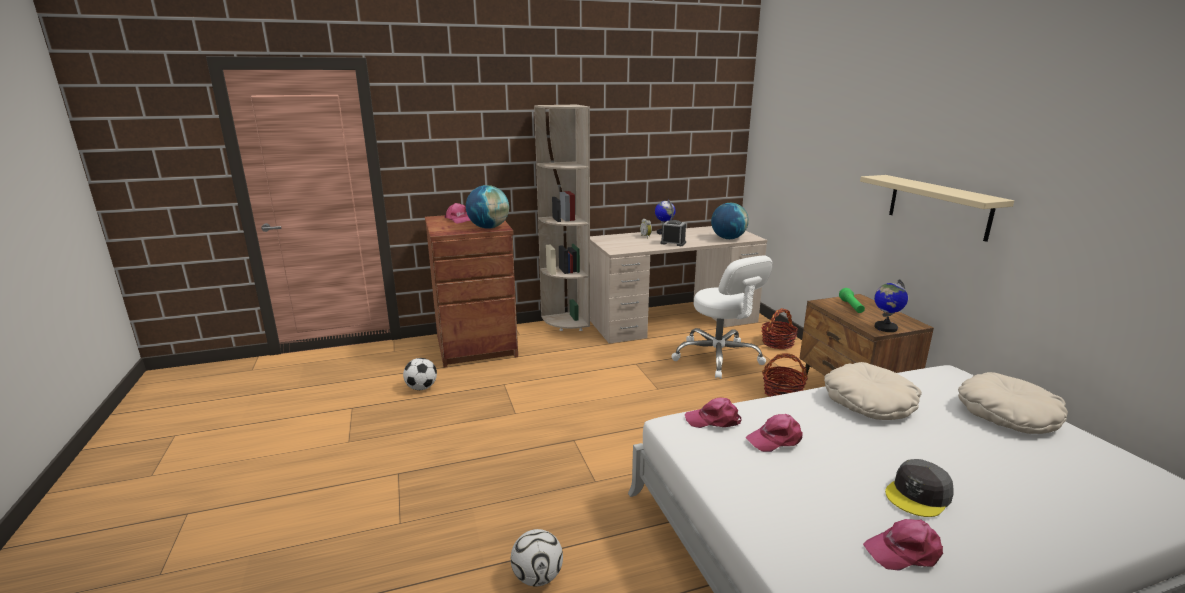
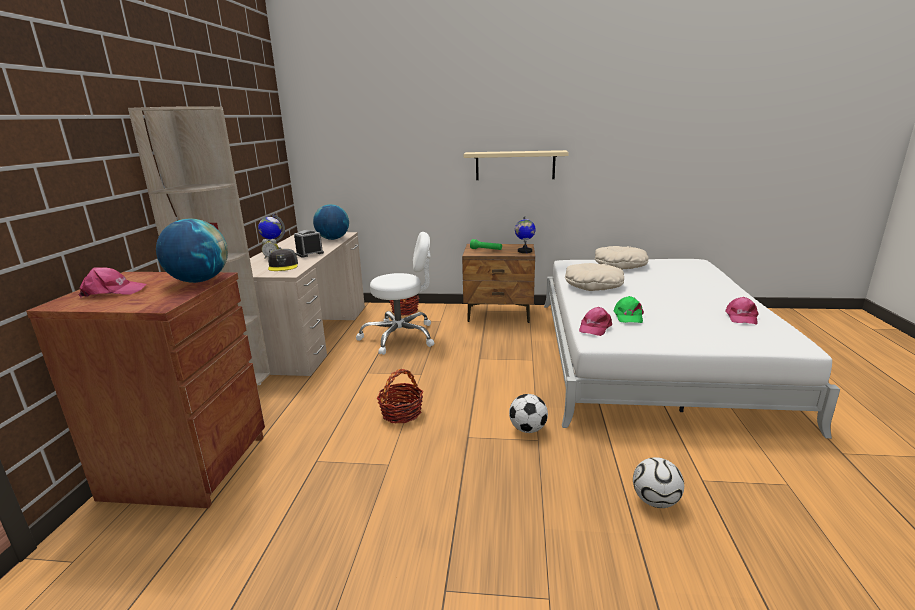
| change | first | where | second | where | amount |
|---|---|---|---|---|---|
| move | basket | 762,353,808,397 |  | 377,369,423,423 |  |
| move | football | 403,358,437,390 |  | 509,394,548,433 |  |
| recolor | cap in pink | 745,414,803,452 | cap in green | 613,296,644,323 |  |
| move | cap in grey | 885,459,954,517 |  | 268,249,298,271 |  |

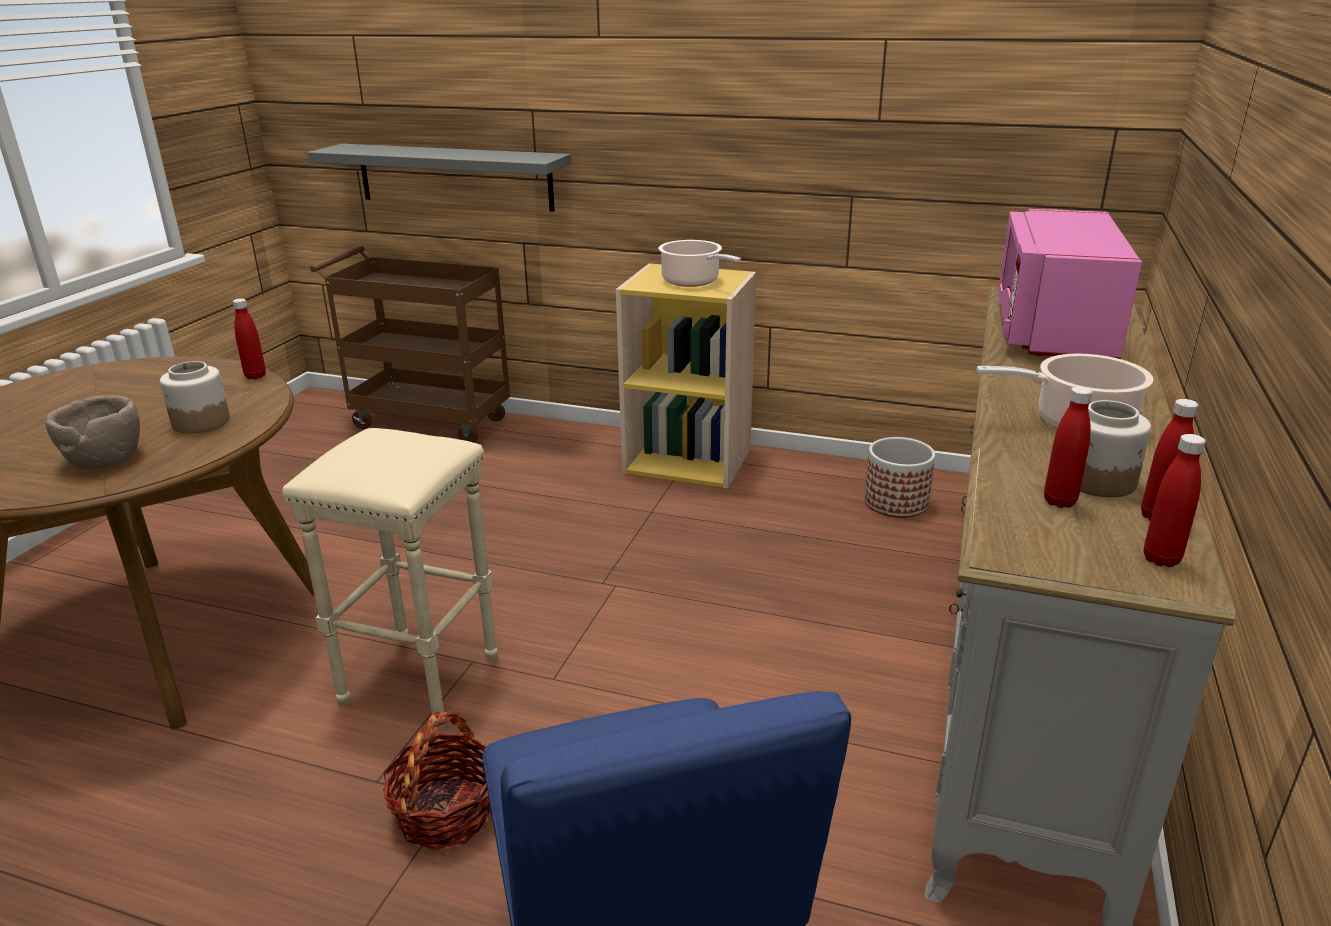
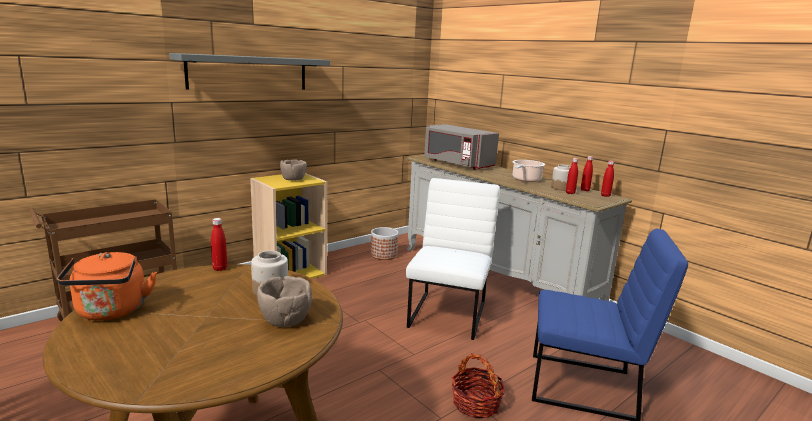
| change | first | where | second | where | amount |
|---|---|---|---|---|---|
| move | shelf in grey | 307,144,571,212 |  | 169,53,330,90 |  |
| recolor | microwave in pink | 998,209,1142,359 | microwave in grey | 424,124,499,170 |  |
| replace | cooking pot | 658,240,741,287 | bowl in brown | 280,159,307,181 |  |
| delete | stool in beige | 283,428,498,729 |  |  |  |
| insert |  |  | chair in white | 406,178,500,340 |  |
| insert |  |  | kettle in orange | 57,252,157,321 |  |

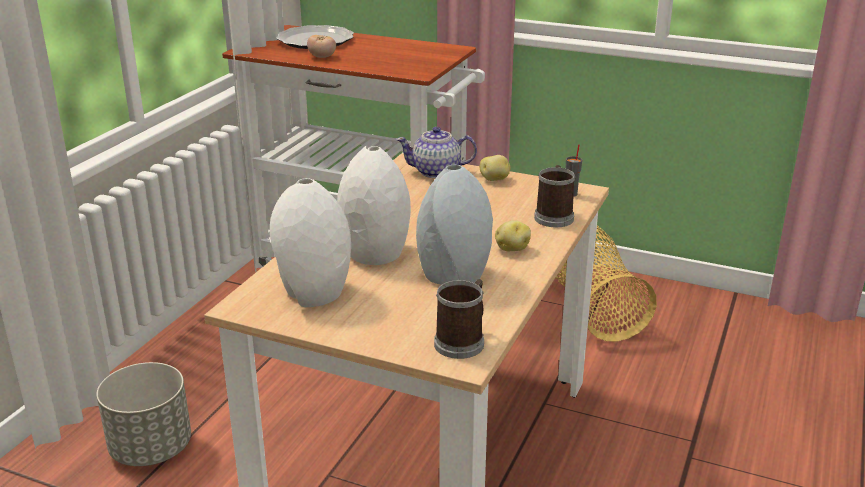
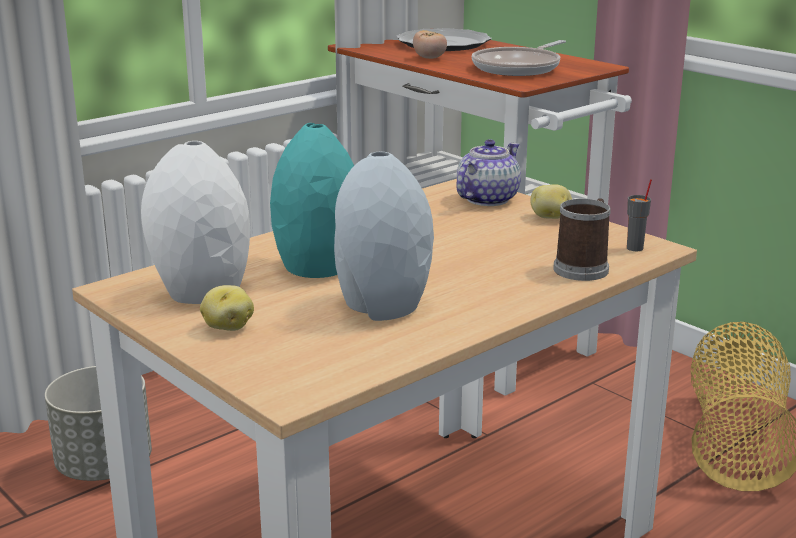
| change | first | where | second | where | amount |
|---|---|---|---|---|---|
| rotate | teapot | 396,127,477,178 |  | 456,139,521,206 | 105 degrees clockwise |
| recolor | vase in white | 337,146,411,265 | vase in turquoise | 270,123,354,278 |  |
| move | potato | 495,220,531,251 |  | 200,285,254,331 |  |
| delete | mug | 434,279,484,359 |  |  |  |
| insert |  |  | frying pan | 472,40,566,76 |  |

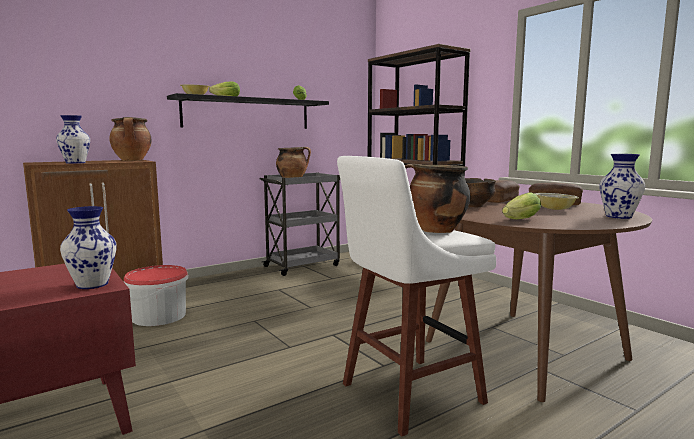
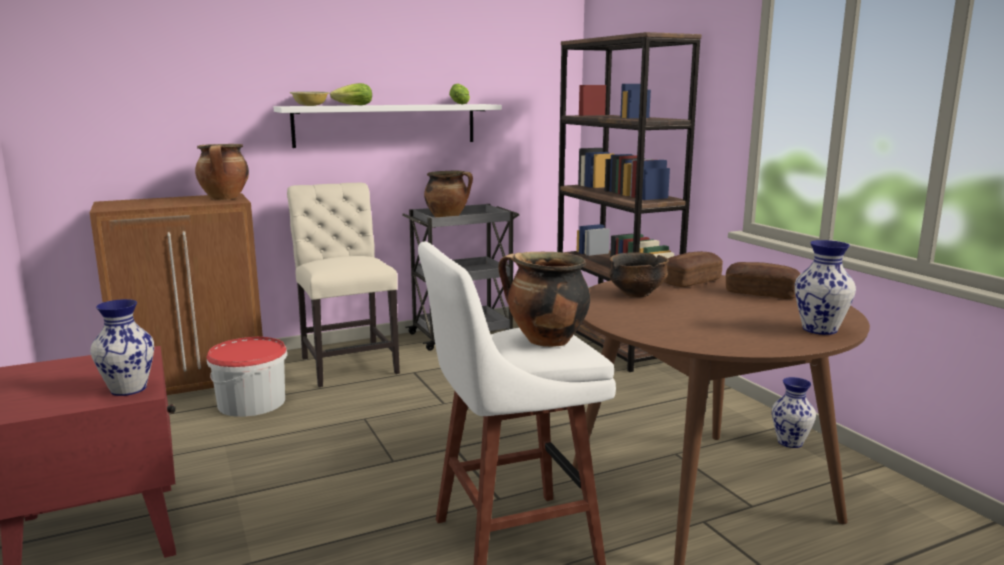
| change | first | where | second | where | amount |
|---|---|---|---|---|---|
| recolor | shelf in black | 167,93,329,129 | shelf in white | 274,104,502,148 |  |
| move | vase | 56,115,90,164 |  | 772,377,816,448 |  |
| delete | lettuce | 502,192,541,219 |  |  |  |
| delete | bowl | 534,193,579,210 |  |  |  |
| insert |  |  | chair in beige | 287,183,400,387 |  |

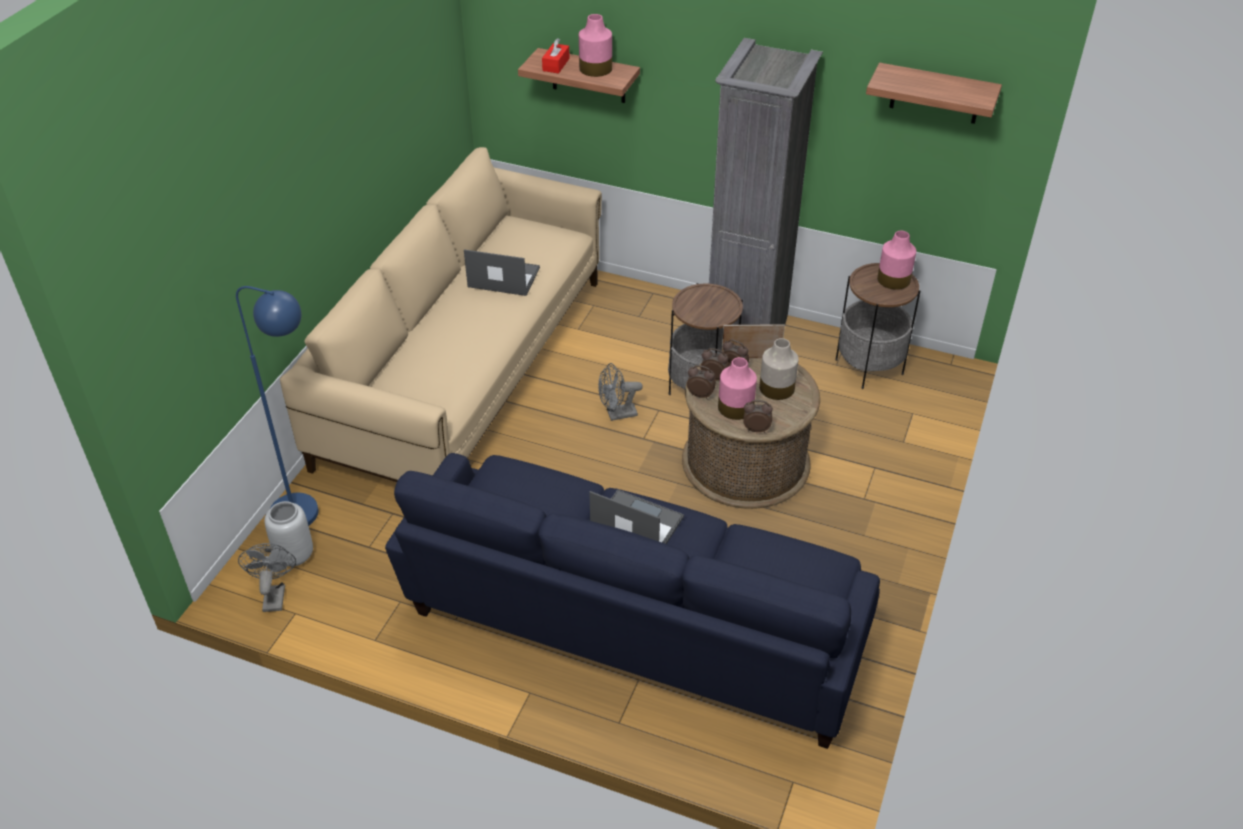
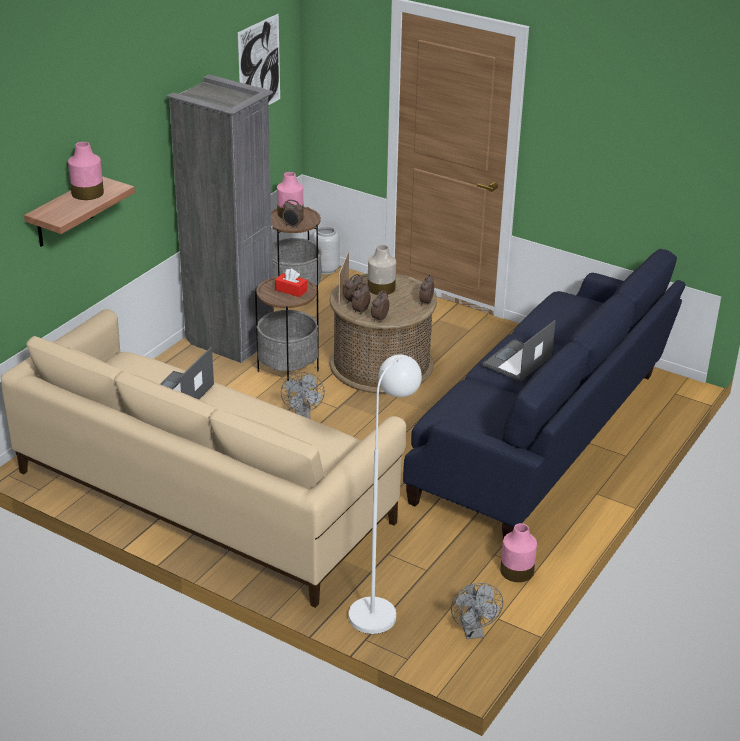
| change | first | where | second | where | amount |
|---|---|---|---|---|---|
| move | tissue box in red | 542,38,570,73 |  | 275,269,307,297 |  |
| replace | shelf | 866,63,1002,124 | picture | 238,13,280,105 |  |
| recolor | floor lamp in blue | 236,286,318,526 | floor lamp in white | 348,355,422,634 |  |
| move | vase in pink | 718,357,757,420 |  | 500,523,537,582 |  |
| move | vase in grey | 264,501,313,566 |  | 313,226,340,274 |  |
| rotate | fan in grey | 238,543,296,612 |  | 451,583,503,639 | 105 degrees counterclockwise |
| insert |  |  | alarm clock | 282,199,304,227 |  |

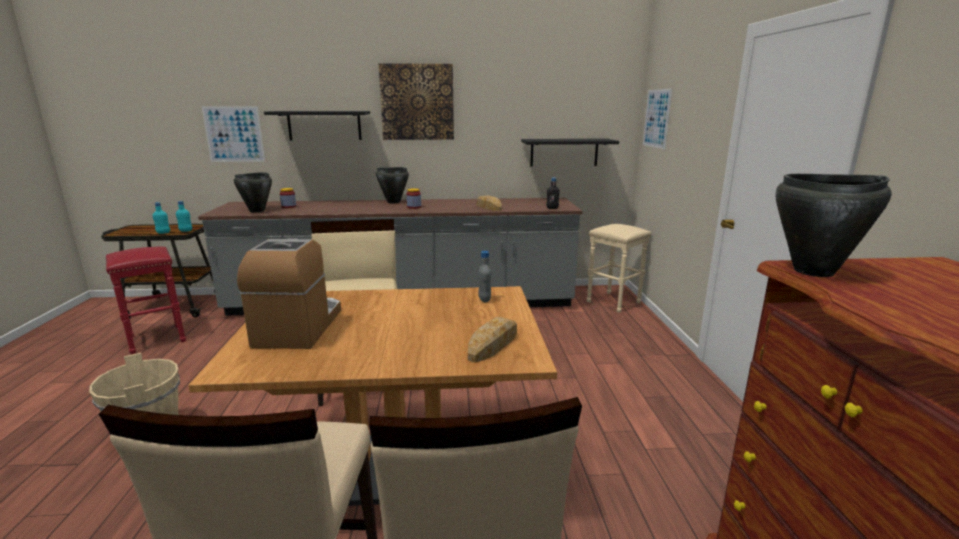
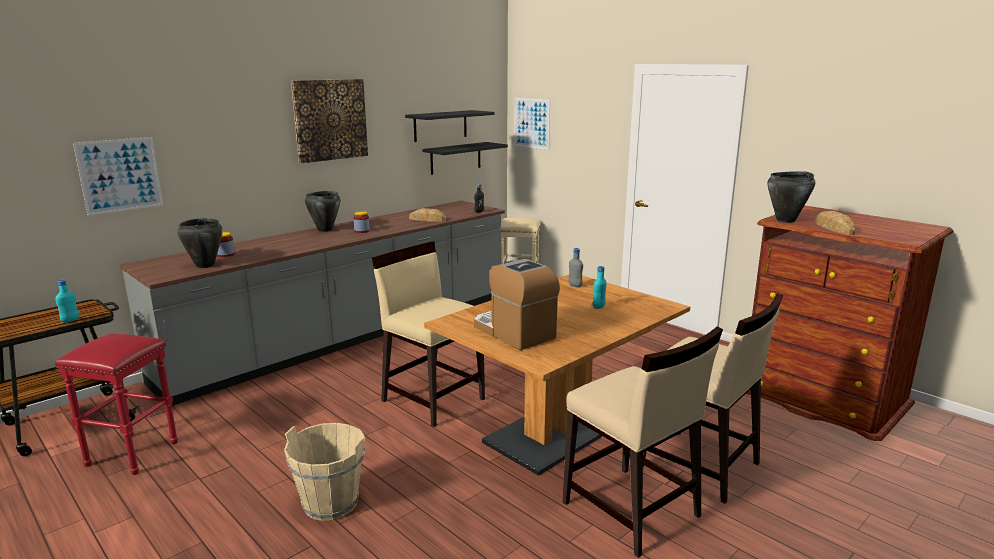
| change | first | where | second | where | amount |
|---|---|---|---|---|---|
| move | shelf in black | 264,111,370,140 |  | 405,110,494,142 |  |
| move | bottle in turquoise | 176,201,192,232 |  | 593,266,607,309 |  |
| move | bread | 468,317,517,363 |  | 816,211,855,235 |  |

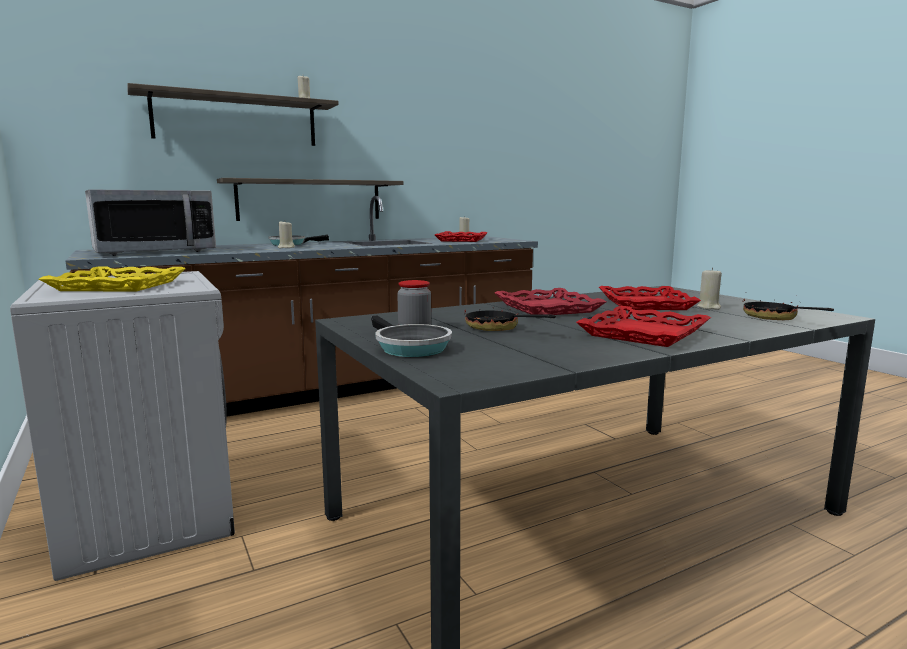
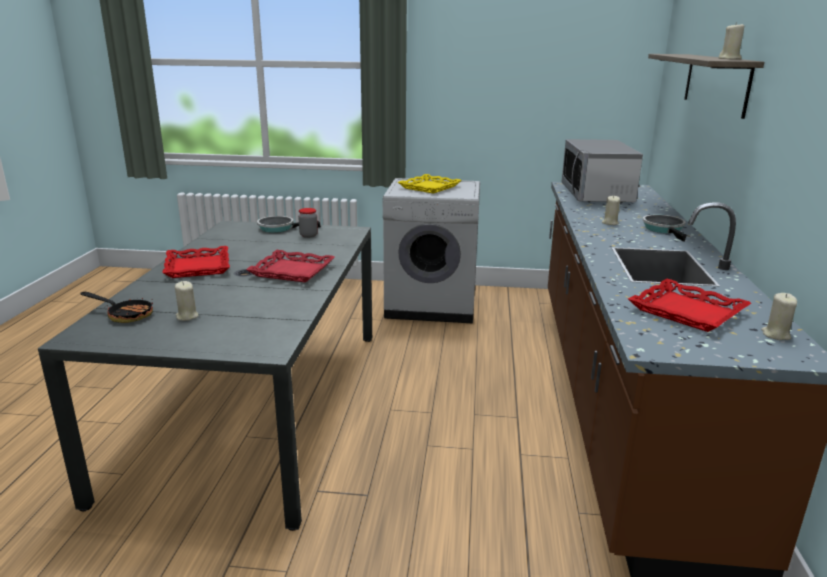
| change | first | where | second | where | amount |
|---|---|---|---|---|---|
| delete | shelf | 217,178,404,221 |  |  |  |
| delete | tray in red | 599,286,701,310 |  |  |  |
| delete | frying pan | 464,307,556,331 |  |  |  |

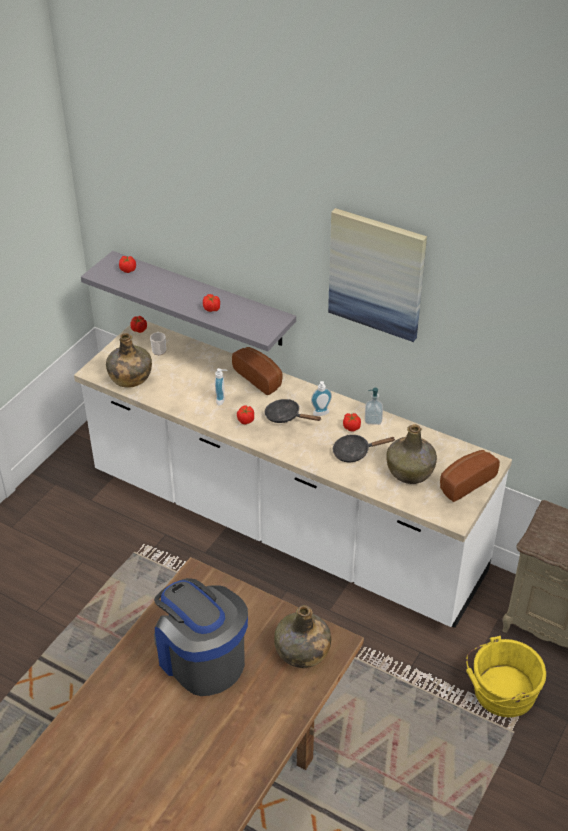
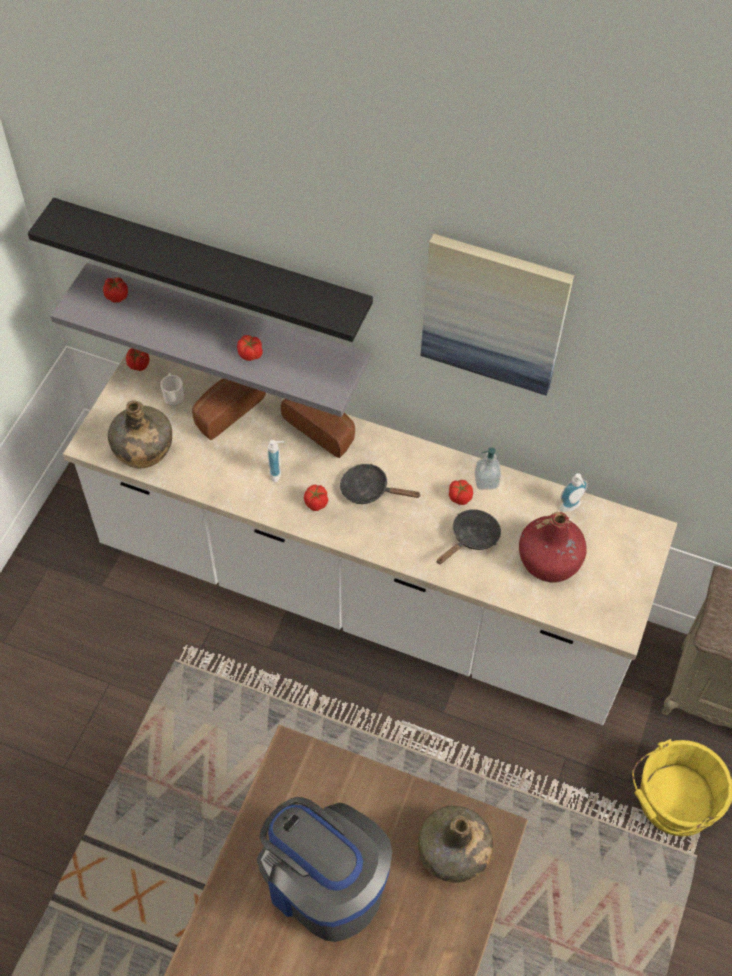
| change | first | where | second | where | amount |
|---|---|---|---|---|---|
| move | soap dispenser | 311,381,332,416 |  | 560,473,588,512 |  |
| recolor | bottle in green | 386,424,437,484 | bottle in red | 519,511,587,582 |  |
| rotate | frying pan in black | 333,435,395,462 |  | 437,509,501,565 | 150 degrees clockwise |
| move | bread | 440,450,500,502 |  | 192,378,266,440 |  |
| insert |  |  | shelf in black | 28,198,373,342 |  |

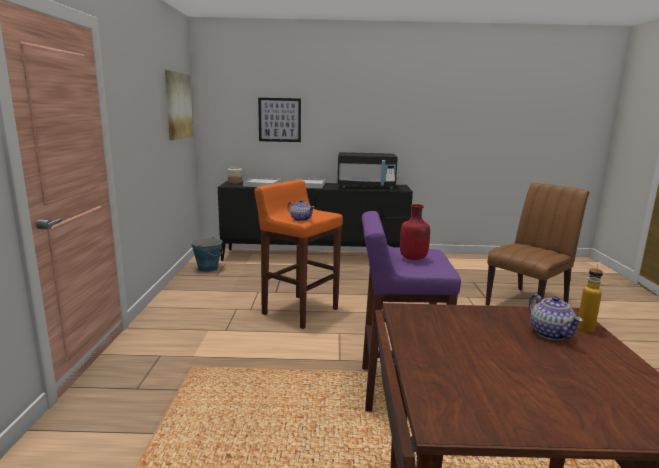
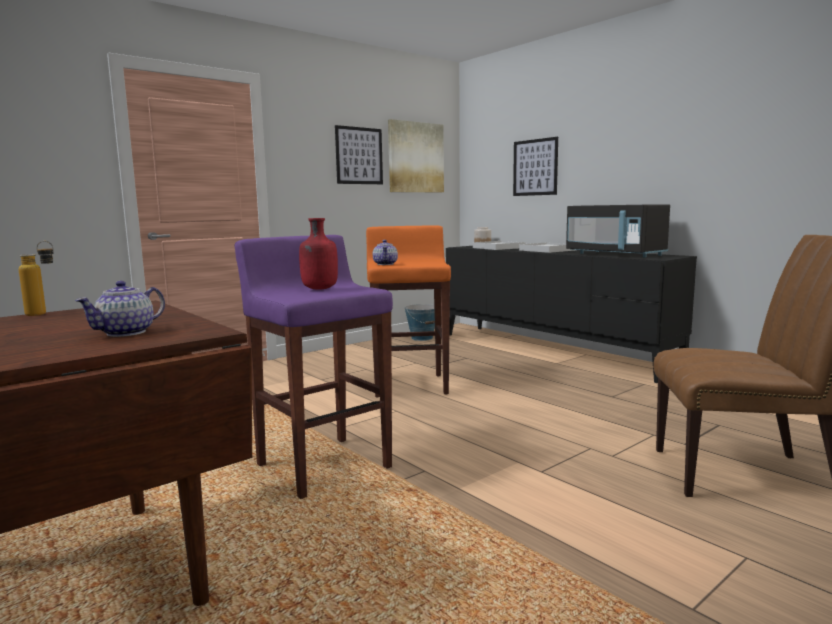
| change | first | where | second | where | amount |
|---|---|---|---|---|---|
| move | bottle | 577,263,603,333 |  | 19,241,54,316 |  |
| insert |  |  | picture | 335,125,383,184 |  |

